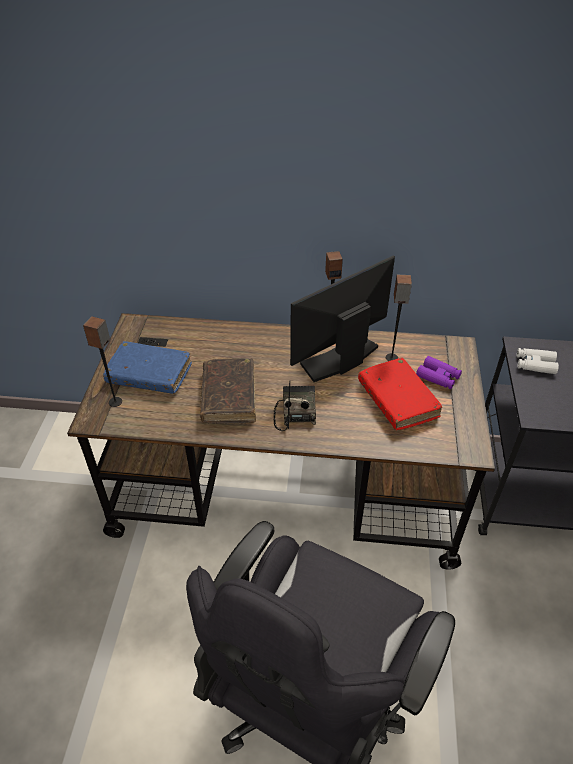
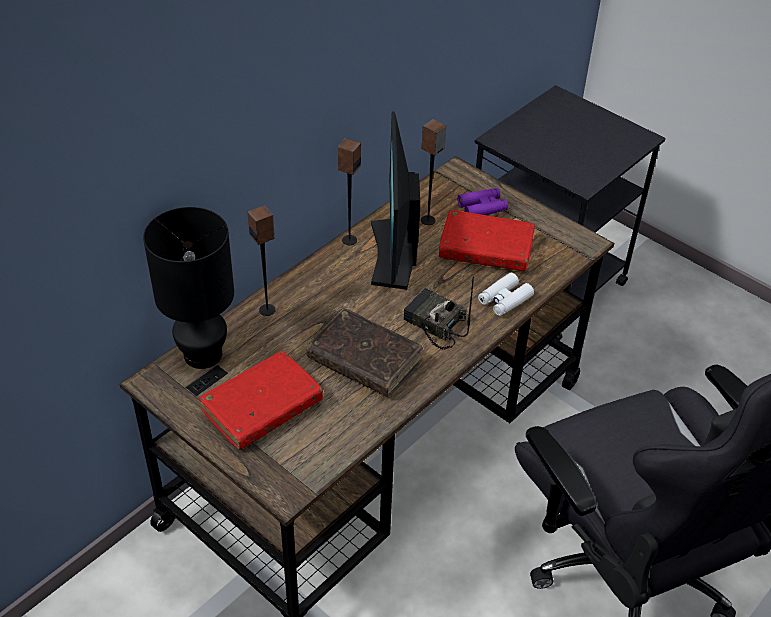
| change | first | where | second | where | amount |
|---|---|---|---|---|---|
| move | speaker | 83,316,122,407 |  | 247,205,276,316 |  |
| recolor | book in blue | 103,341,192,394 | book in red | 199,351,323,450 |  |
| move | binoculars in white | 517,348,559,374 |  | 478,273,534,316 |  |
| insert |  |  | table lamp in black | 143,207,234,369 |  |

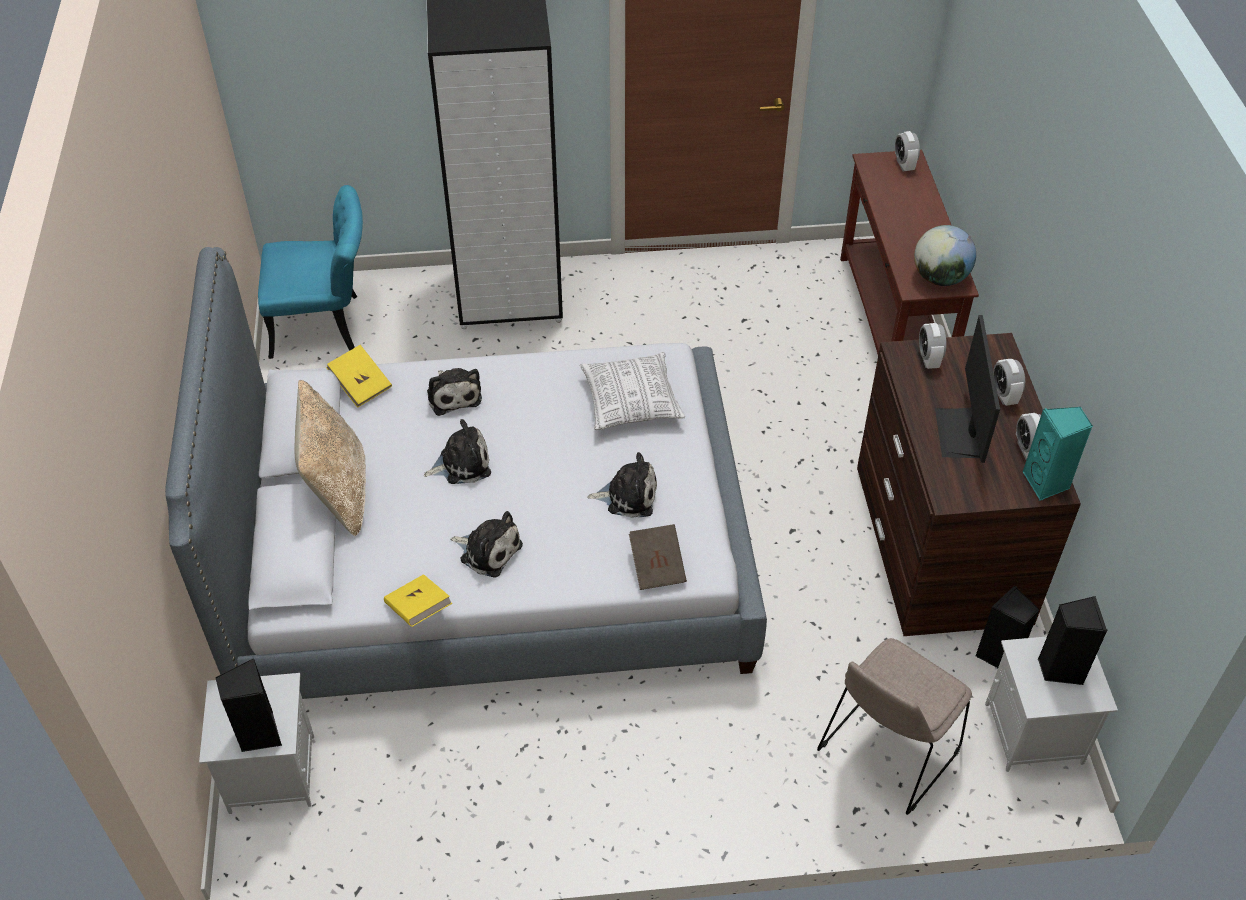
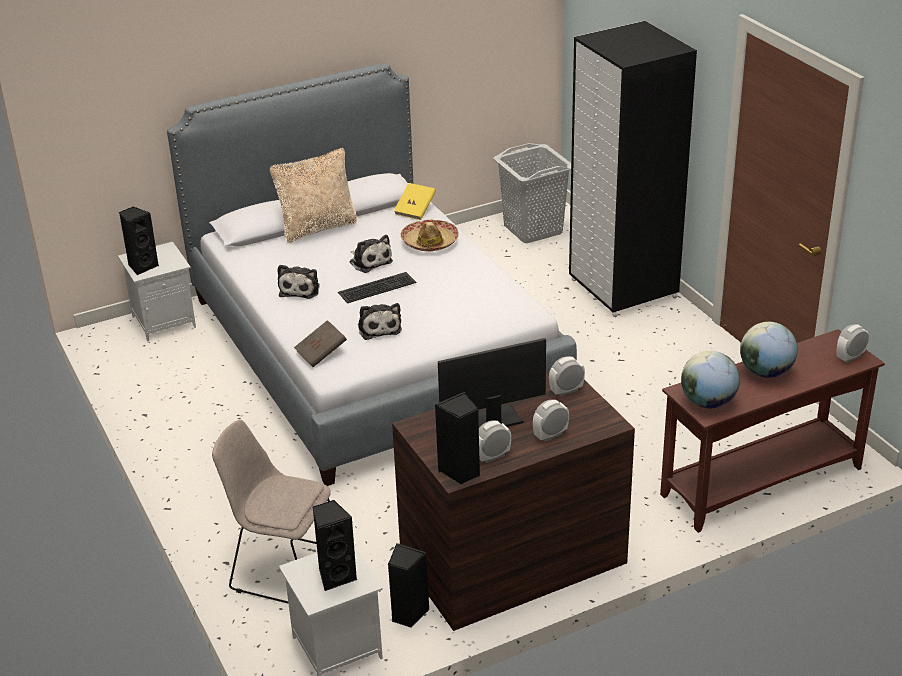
| change | first | where | second | where | amount |
|---|---|---|---|---|---|
| replace | chair in turquoise | 258,185,363,359 | laundry basket in grey | 493,143,571,243 |  |
| delete | pillow | 580,352,685,430 |  |  |  |
| replace | plush toy | 427,368,482,416 | hat | 401,219,459,251 |  |
| recolor | speaker in turquoise | 1022,407,1093,500 | speaker in black | 435,392,480,485 |  |
| delete | book in yellow | 384,574,452,627 |  |  |  |
| insert |  |  | keyboard | 338,272,416,303 |  |
| insert |  |  | globe | 740,322,798,378 |  |

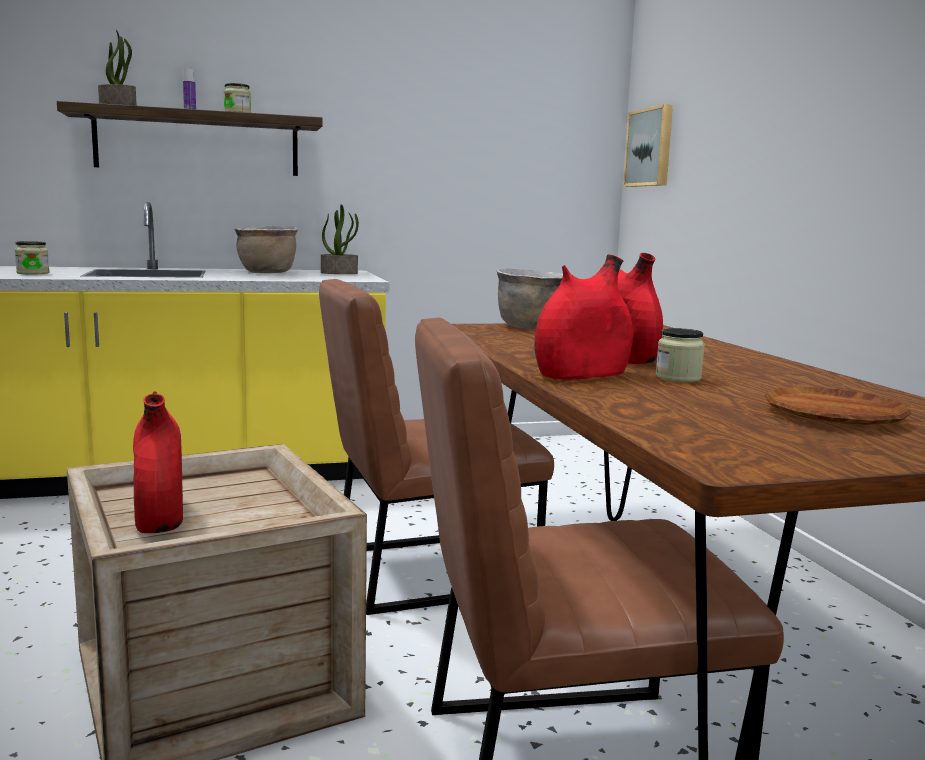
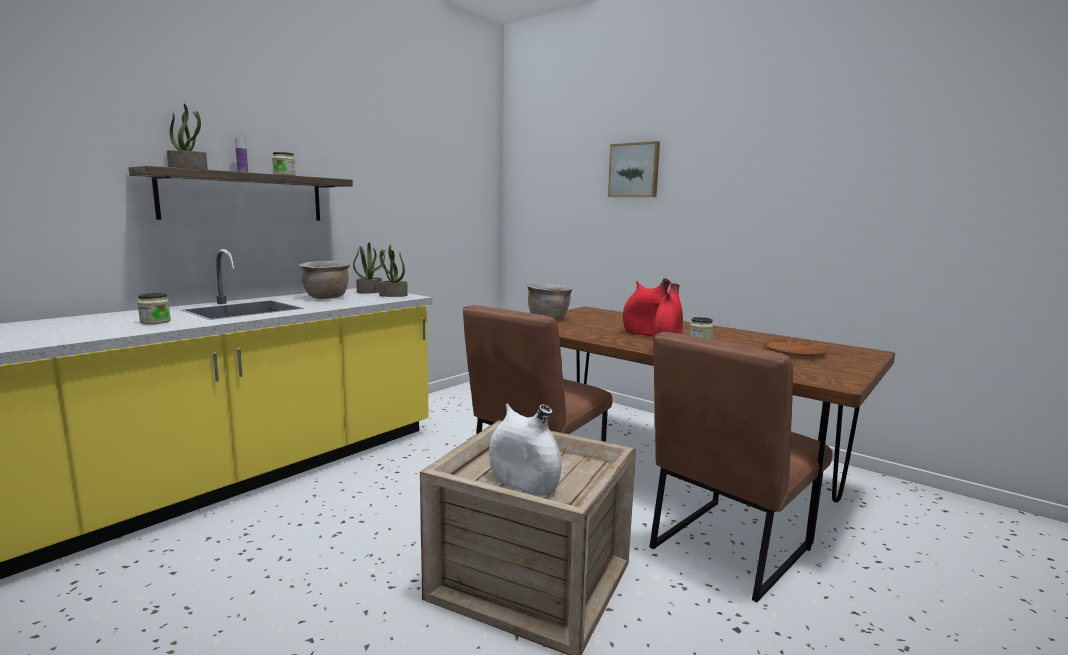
| change | first | where | second | where | amount |
|---|---|---|---|---|---|
| move | picture | 623,104,673,187 |  | 608,141,660,197 |  |
| recolor | vase in red | 133,391,183,533 | vase in white | 489,403,562,495 |  |
| insert |  |  | potted plant | 379,244,408,297 |  |

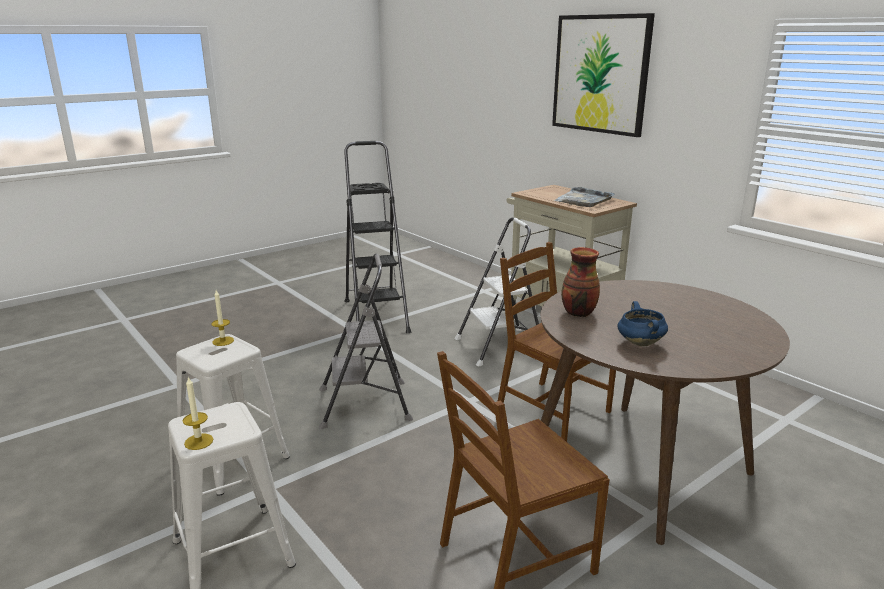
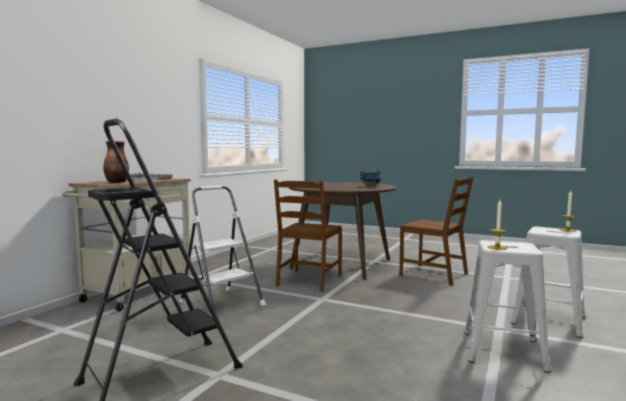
| change | first | where | second | where | amount |
|---|---|---|---|---|---|
| delete | picture | 552,13,655,137 |  |  |  |
| move | vase | 561,247,600,317 |  | 103,141,129,183 |  |
| delete | step ladder in grey | 319,254,413,429 |  |  |  |

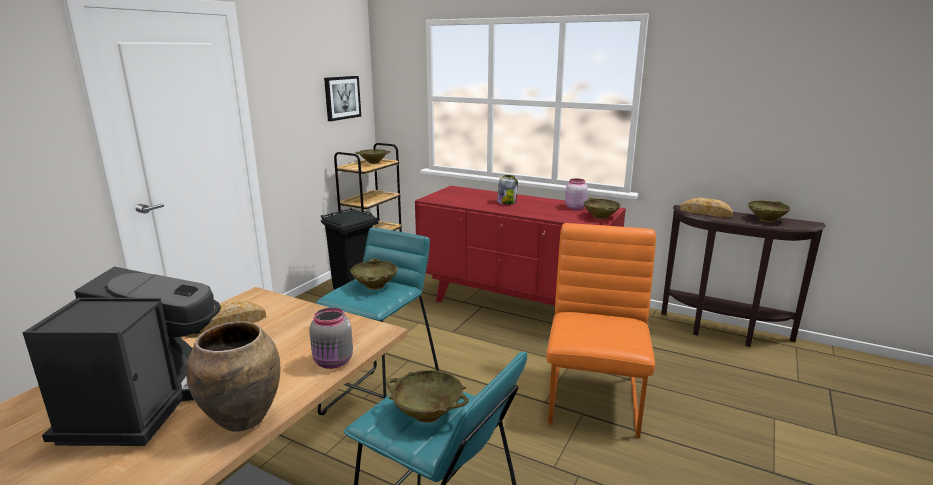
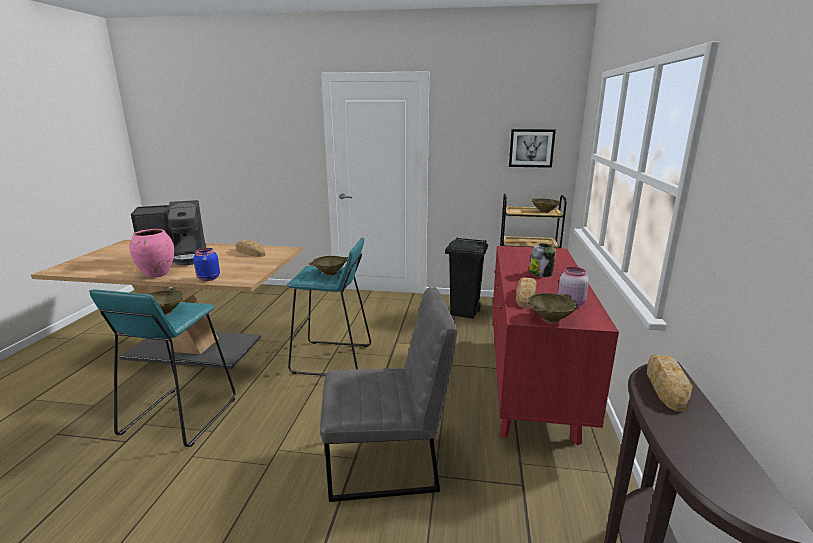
| change | first | where | second | where | amount |
|---|---|---|---|---|---|
| delete | bowl in beige | 748,201,790,222 |  |  |  |
| recolor | chair in orange | 547,223,656,438 | chair in grey | 320,287,457,502 |  |
| recolor | jar in grey | 309,308,353,369 | jar in blue | 193,248,220,281 |  |
| recolor | vase in brown | 186,321,280,432 | vase in pink | 129,229,174,278 |  |
| insert |  |  | bread | 516,277,537,308 |  |

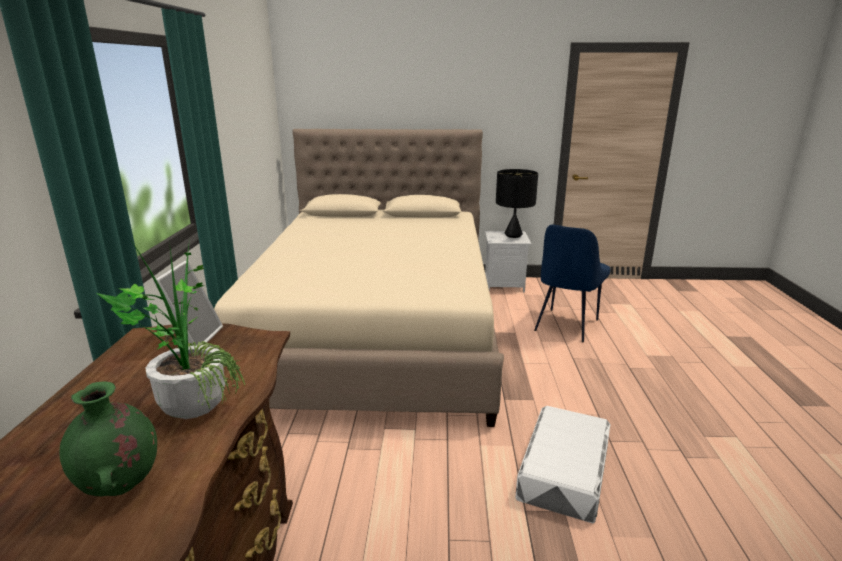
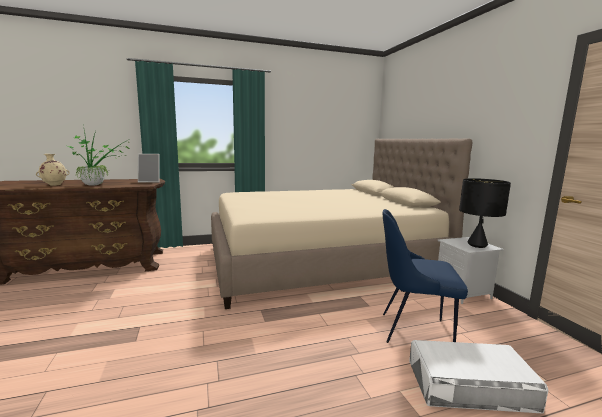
| change | first | where | second | where | amount |
|---|---|---|---|---|---|
| recolor | vase in green | 60,381,157,496 | vase in beige | 36,154,70,186 |  |
| move | storage box in white | 515,406,611,523 |  | 409,340,549,414 |  |

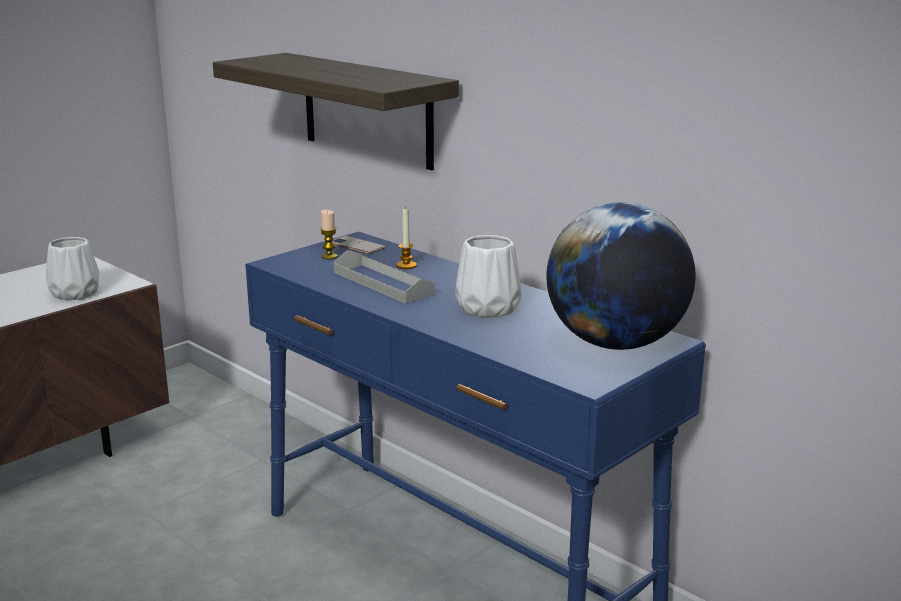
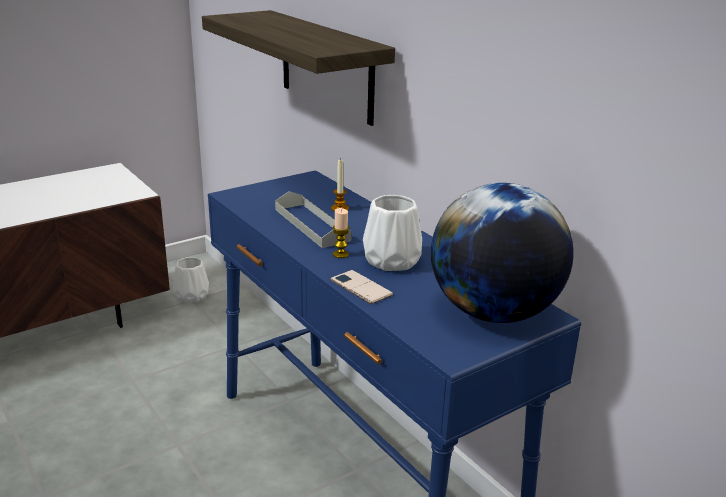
| change | first | where | second | where | amount |
|---|---|---|---|---|---|
| move | candle | 320,210,338,259 |  | 333,208,350,258 |  |
| move | phone | 332,236,386,254 |  | 330,270,393,304 |  |
| move | vase in white | 46,237,99,301 |  | 173,257,209,303 |  |

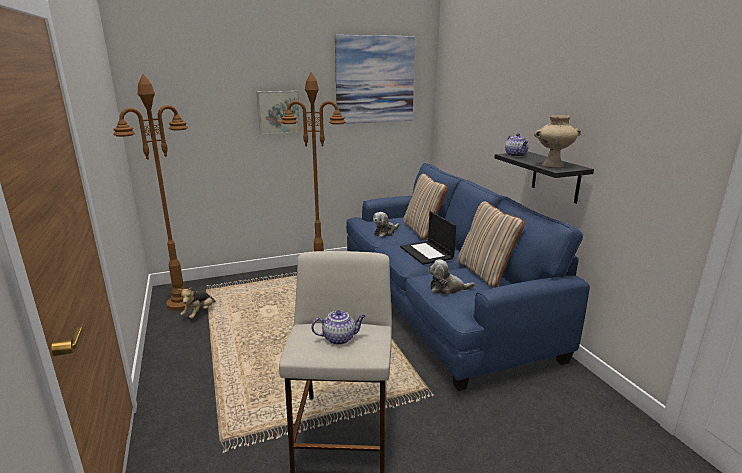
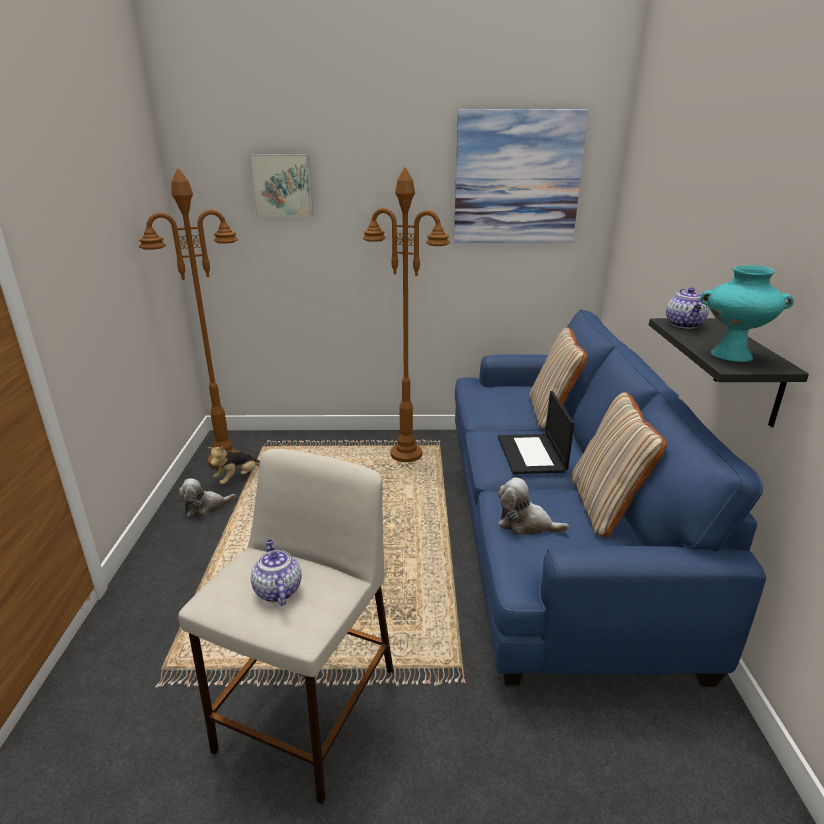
| change | first | where | second | where | amount |
|---|---|---|---|---|---|
| move | picture | 256,91,301,134 |  | 248,154,314,216 |  |
| recolor | vase in beige | 534,115,581,168 | vase in turquoise | 700,265,794,362 |  |
| move | plush toy | 373,212,399,237 |  | 178,478,236,517 |  |
| rotate | teapot | 311,310,365,345 |  | 251,540,302,606 | 120 degrees counterclockwise |

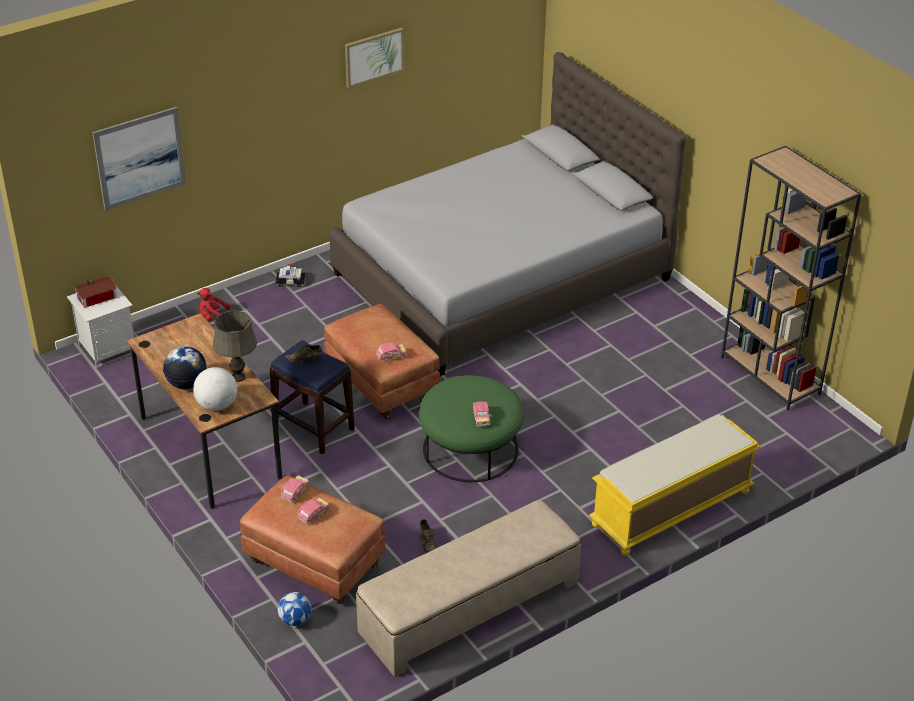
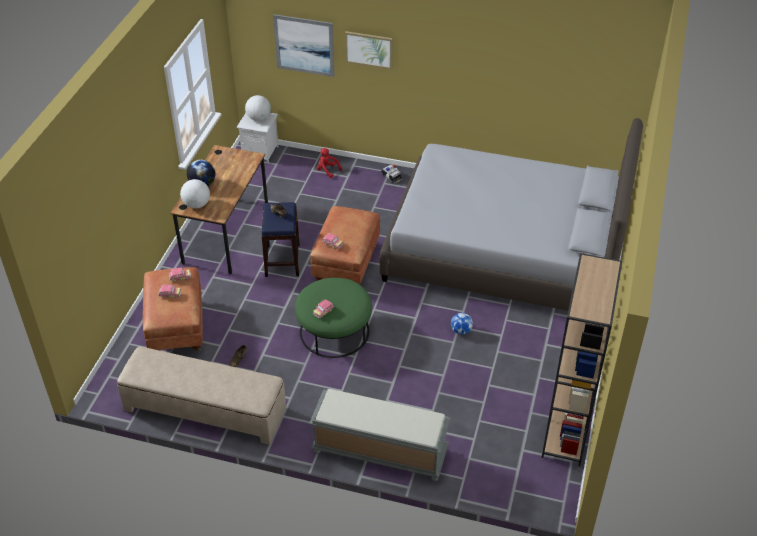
| change | first | where | second | where | amount |
|---|---|---|---|---|---|
| move | picture | 345,28,404,88 |  | 345,31,393,70 |  |
| replace | toy house | 74,276,117,308 | globe | 245,95,271,121 |  |
| delete | table lamp in grey | 213,311,257,382 |  |  |  |
| recolor | bench in yellow | 589,415,761,556 | bench in grey | 309,389,451,481 |  |
| move | football | 278,592,311,626 |  | 451,313,473,335 |  |

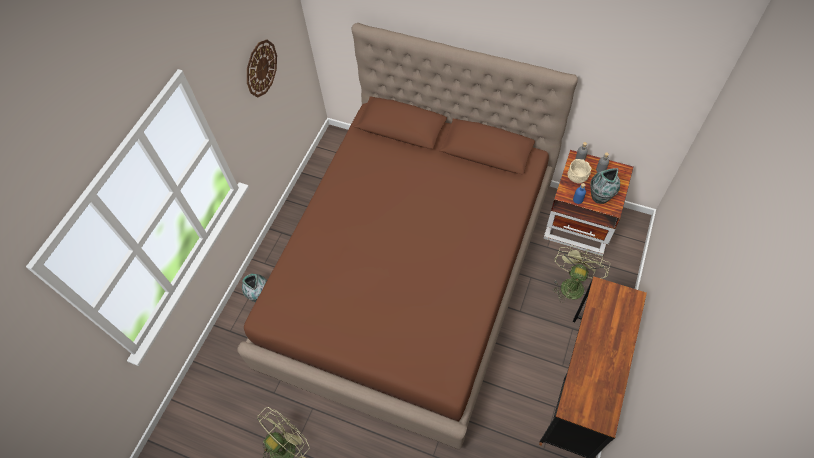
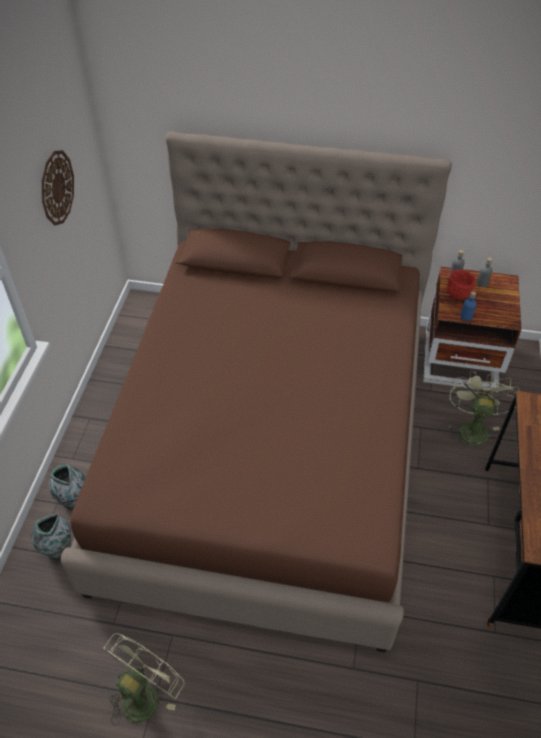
| change | first | where | second | where | amount |
|---|---|---|---|---|---|
| recolor | bowl in beige | 567,159,591,183 | bowl in red | 447,270,476,299 |  |
| move | vase | 590,168,620,204 |  | 31,513,71,559 |  |

